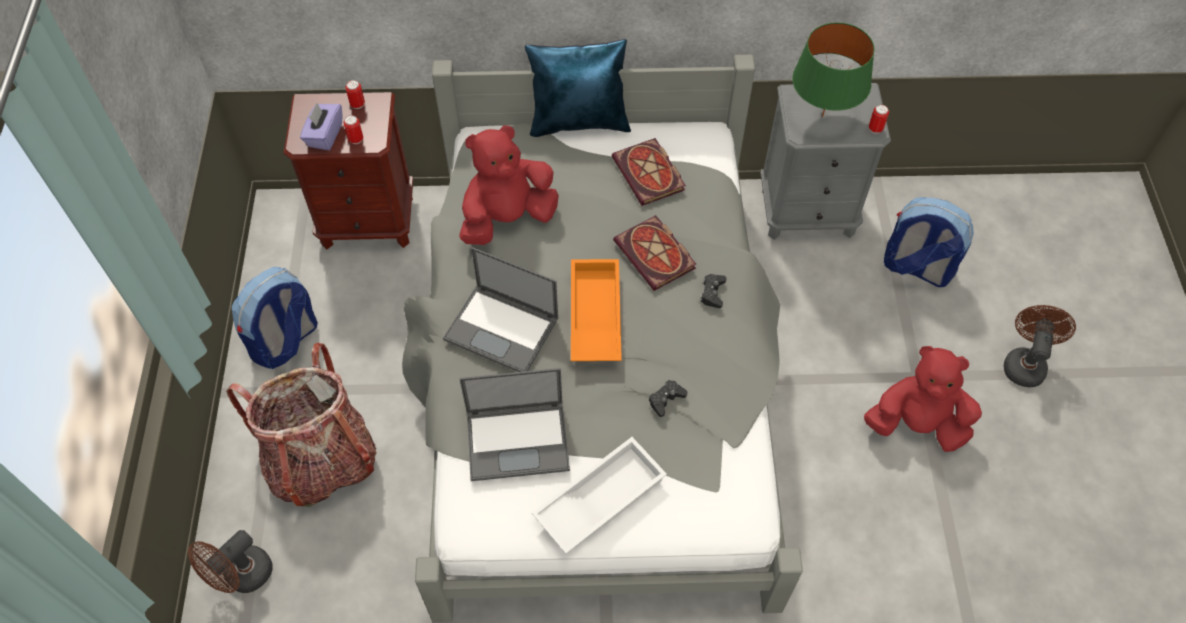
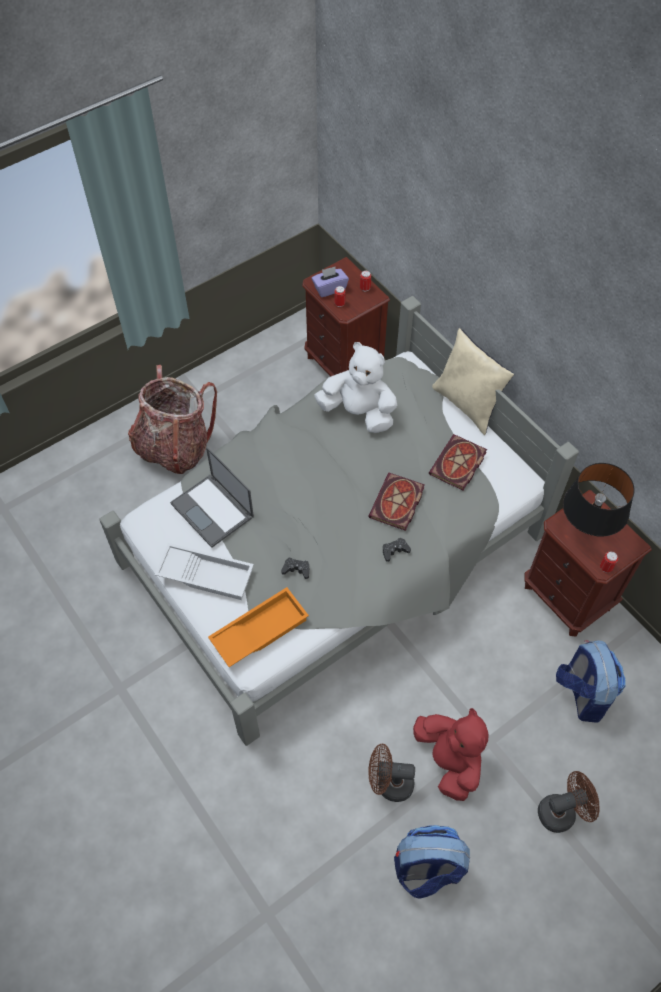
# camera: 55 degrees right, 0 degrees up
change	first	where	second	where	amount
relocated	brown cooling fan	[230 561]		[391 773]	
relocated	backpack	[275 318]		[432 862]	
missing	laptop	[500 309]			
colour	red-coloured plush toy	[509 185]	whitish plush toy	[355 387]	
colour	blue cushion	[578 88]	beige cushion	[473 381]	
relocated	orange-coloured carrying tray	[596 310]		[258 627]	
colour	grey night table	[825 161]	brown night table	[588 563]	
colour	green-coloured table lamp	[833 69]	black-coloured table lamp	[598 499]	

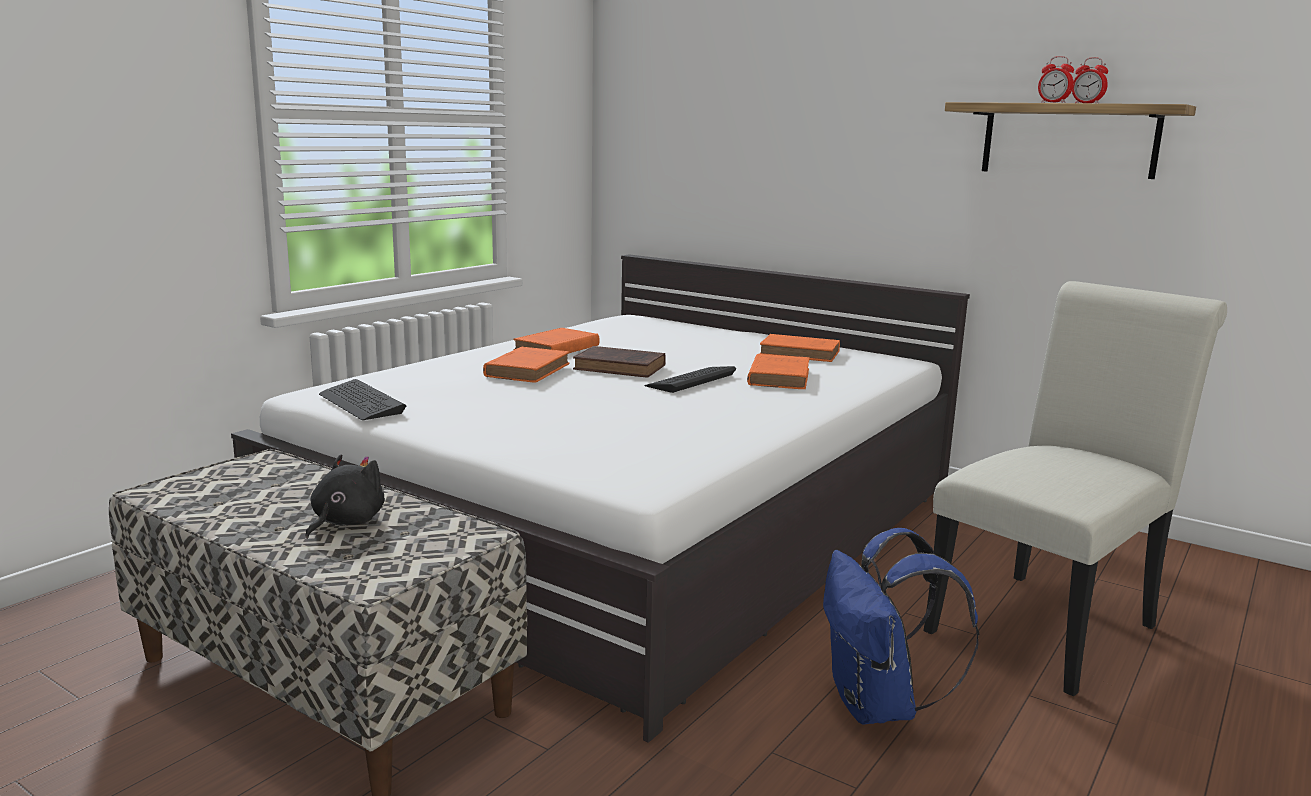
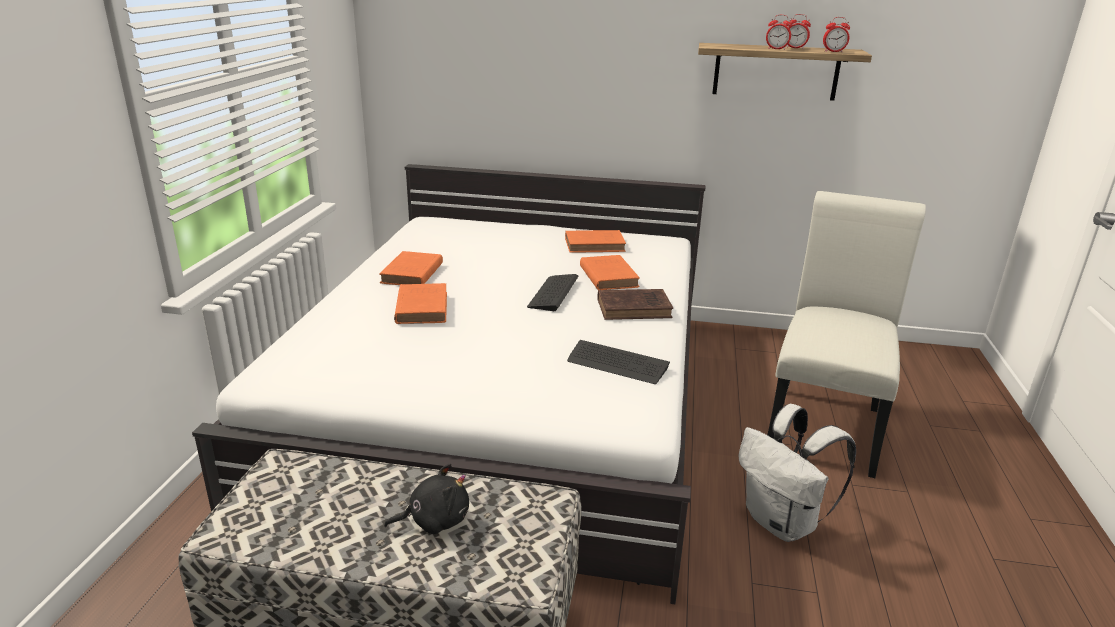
# camera: 25 degrees left, 10 degrees up
change	first	where	second	where	amount
spun	black-coloured plush toy	[345 496]		[426 498]	75 degrees clockwise
relocated	keyboard	[363 399]		[618 362]	
relocated	brown bound book	[619 362]		[635 304]	
colour	blue backpack	[901 626]	whitish backpack	[797 473]	
appeared			bedside clock	[836 34]	

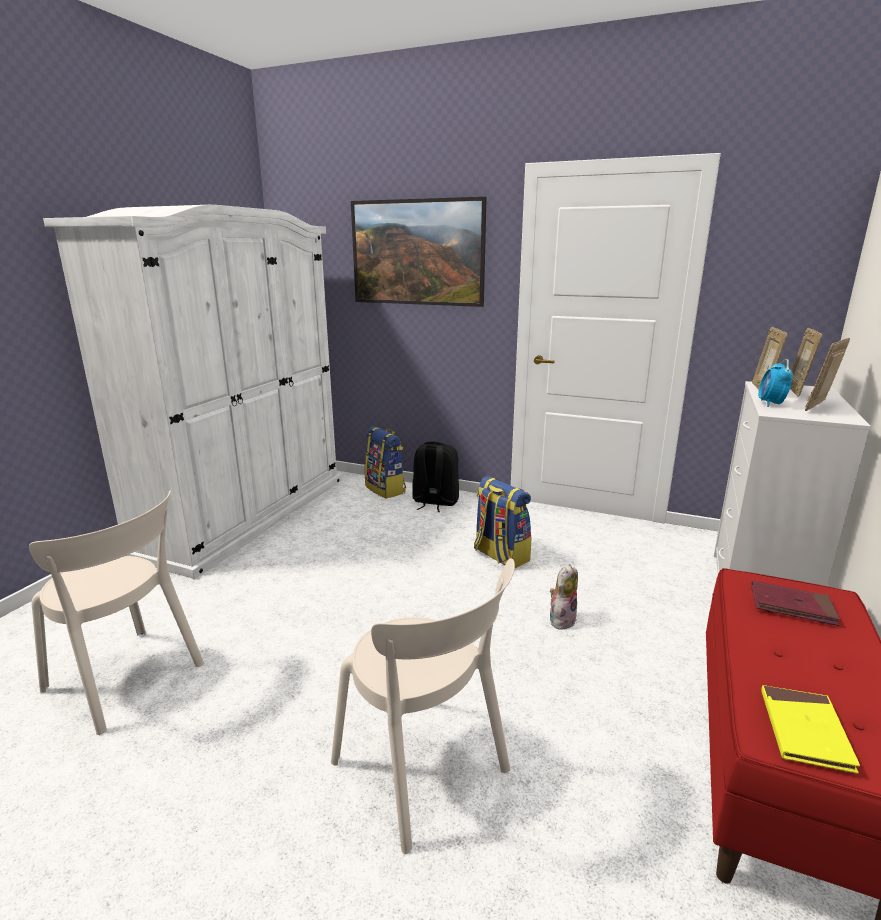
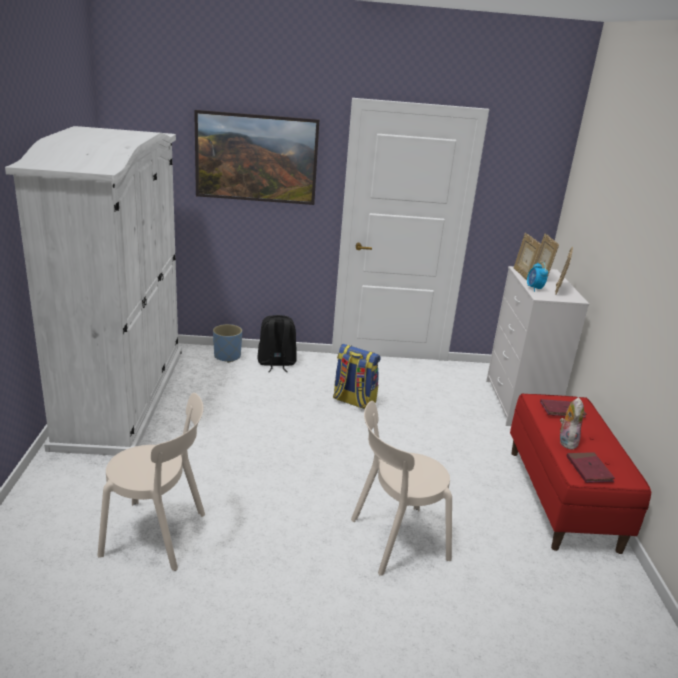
# camera: 25 degrees left, 5 degrees up
change	first	where	second	where	amount
spun	beige chair	[423 706]		[401 488]	135 degrees clockwise
exchanged	backpack	[385 462]	blue plant pot	[227 343]	
relocated	plush toy	[564 597]		[572 423]	
colour	yellow-coloured bound book	[810 729]	red-coloured bound book	[591 467]	

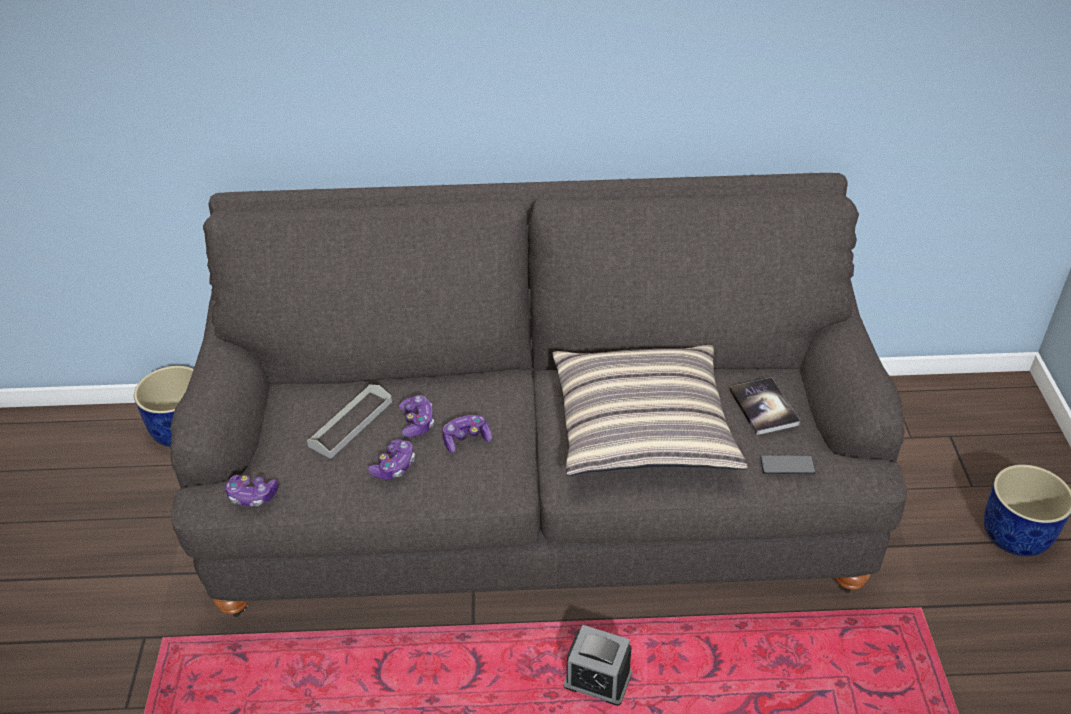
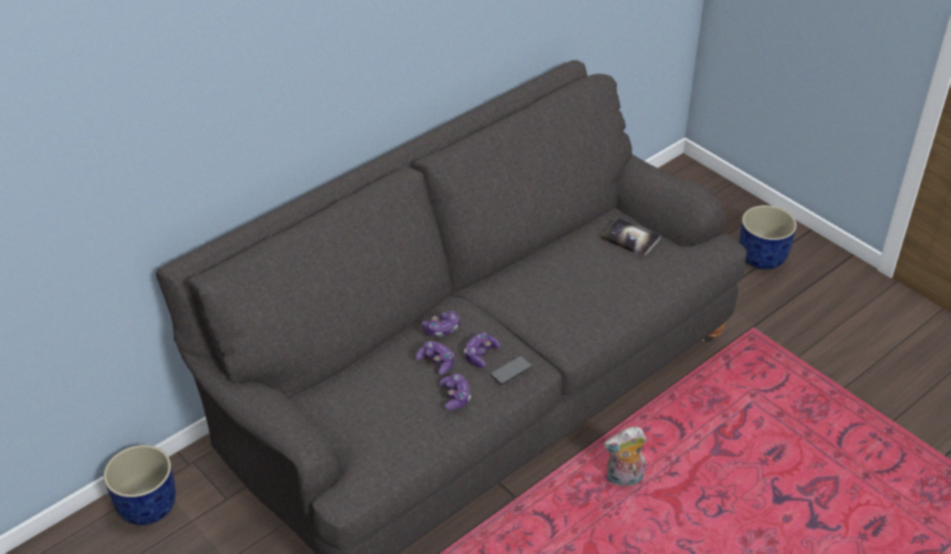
# camera: 40 degrees left, 0 degrees up
change	first	where	second	where	amount
relocated	game controller	[251 490]		[440 324]	
missing	grey carrying tray	[349 422]			
missing	cushion	[649 410]			
exchanged	bedside clock	[597 665]	plush toy	[625 456]	
relocated	phone	[788 464]		[511 370]	

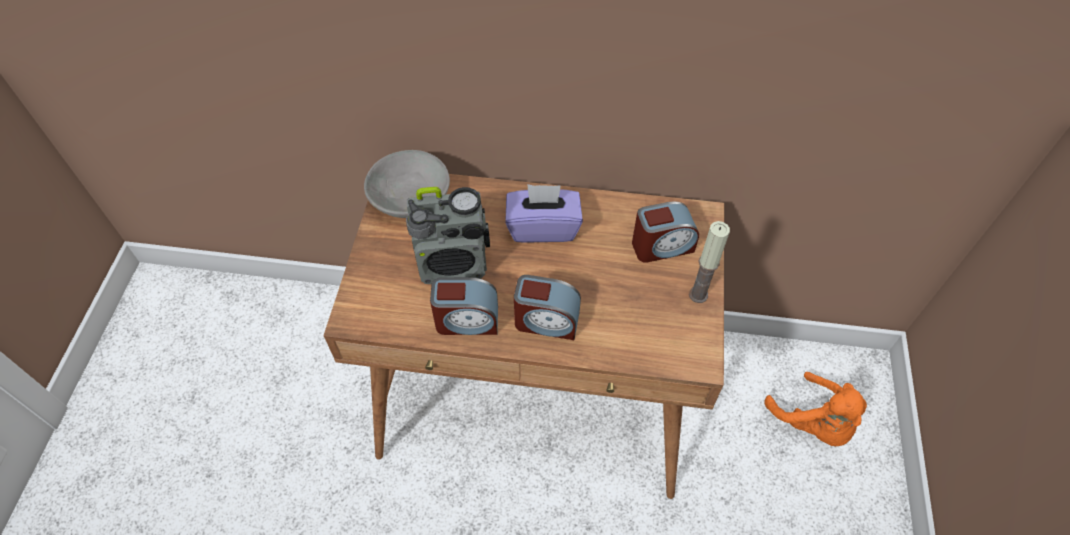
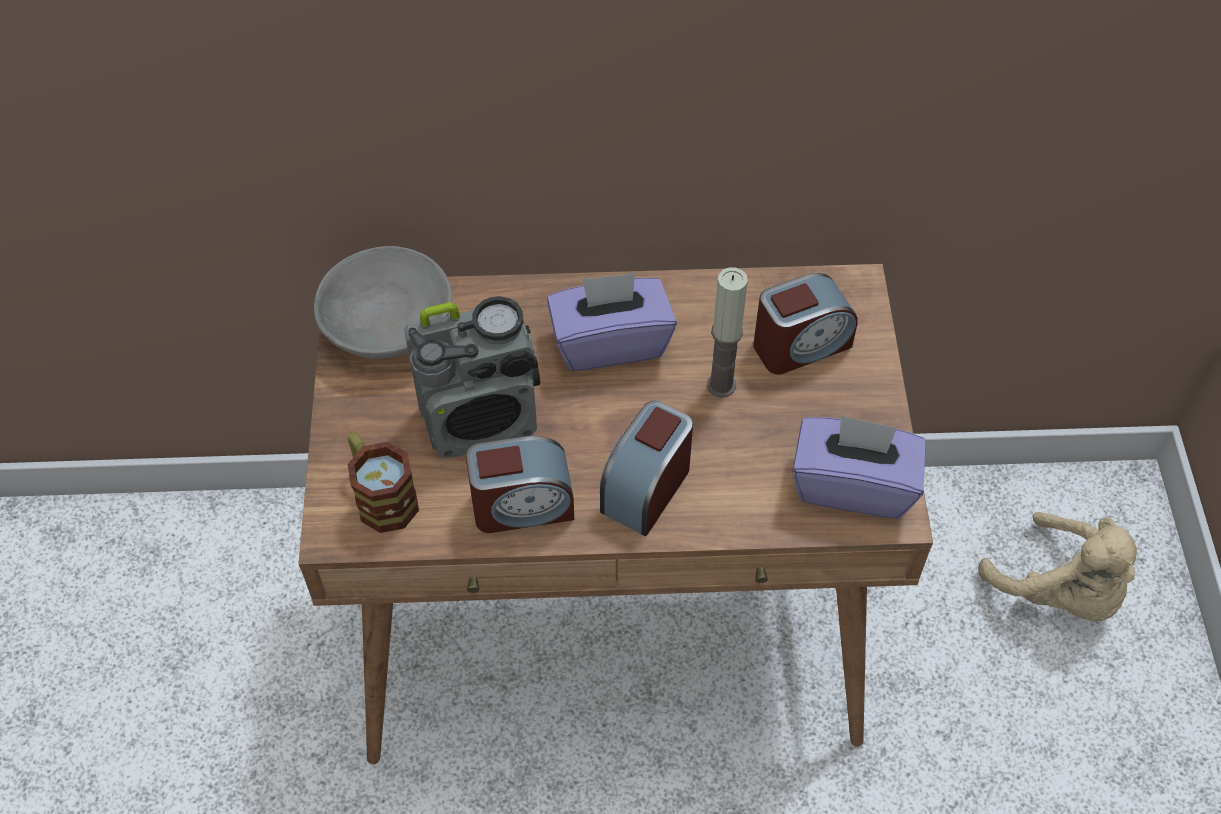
# camera: 10 degrees left, 0 degrees up
change	first	where	second	where	amount
spun	bedside clock	[547 307]		[646 468]	120 degrees clockwise
relocated	candle	[709 262]		[727 332]	
colour	orange-coloured plush toy	[815 409]	beige plush toy	[1057 566]	
appeared			mug	[383 482]	
appeared			purplish tissue holder	[859 466]	

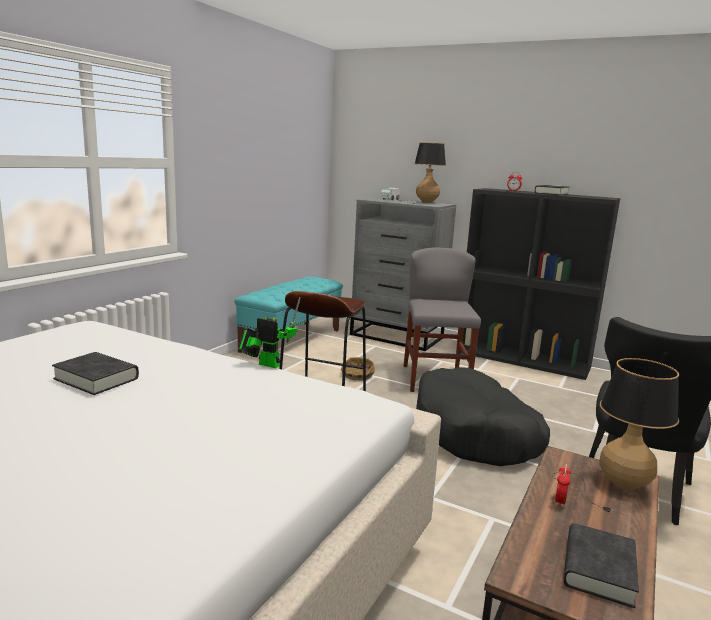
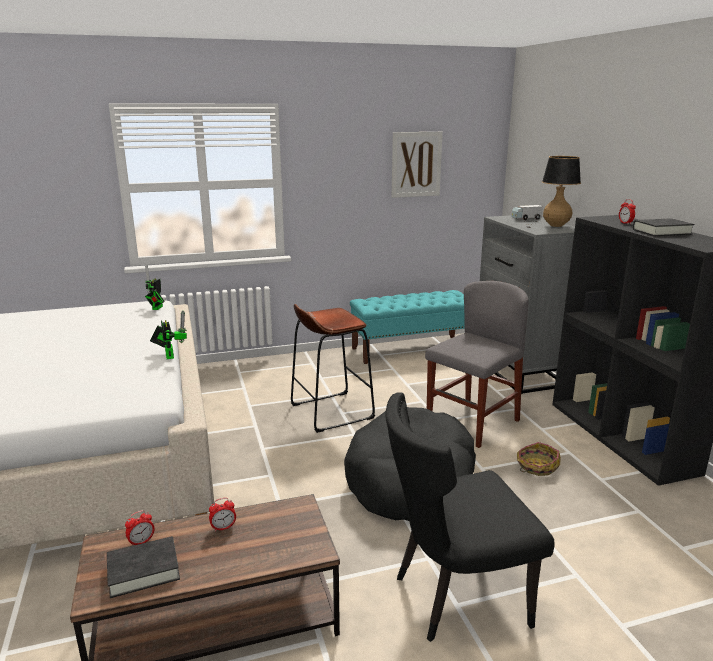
# camera: 45 degrees right, 5 degrees up
change	first	where	second	where	amount
missing	black-coloured bound book	[95 373]			
relocated	household basket	[358 369]		[539 459]	
missing	table lamp	[615 435]			
appeared			bedside clock	[140 528]	
appeared			toy robot	[154 287]	
appeared			picture	[417 165]	

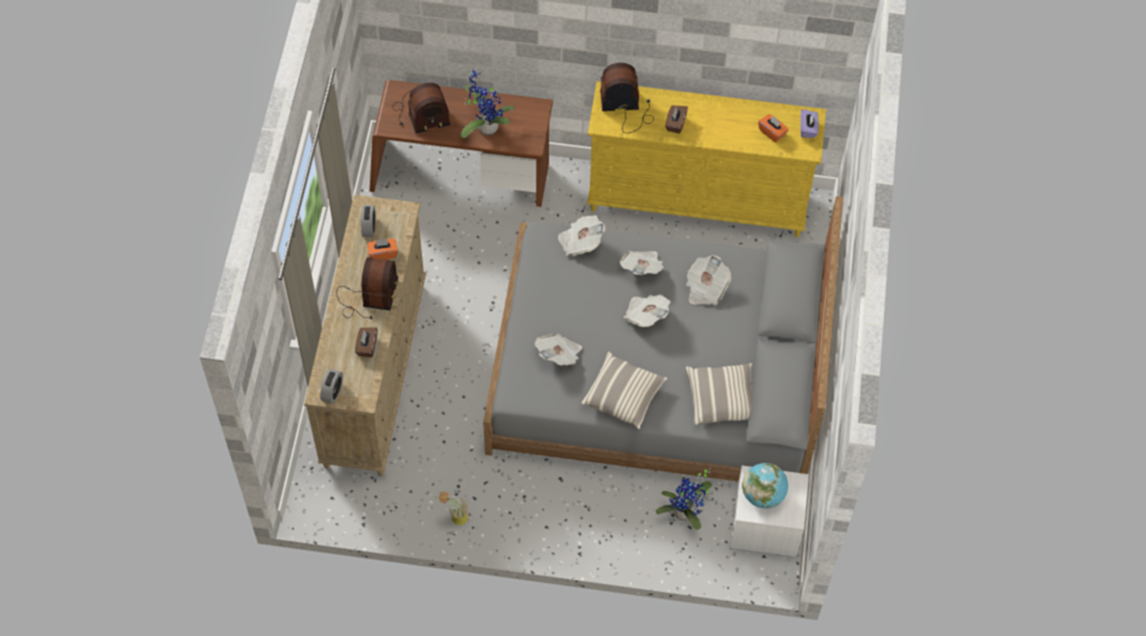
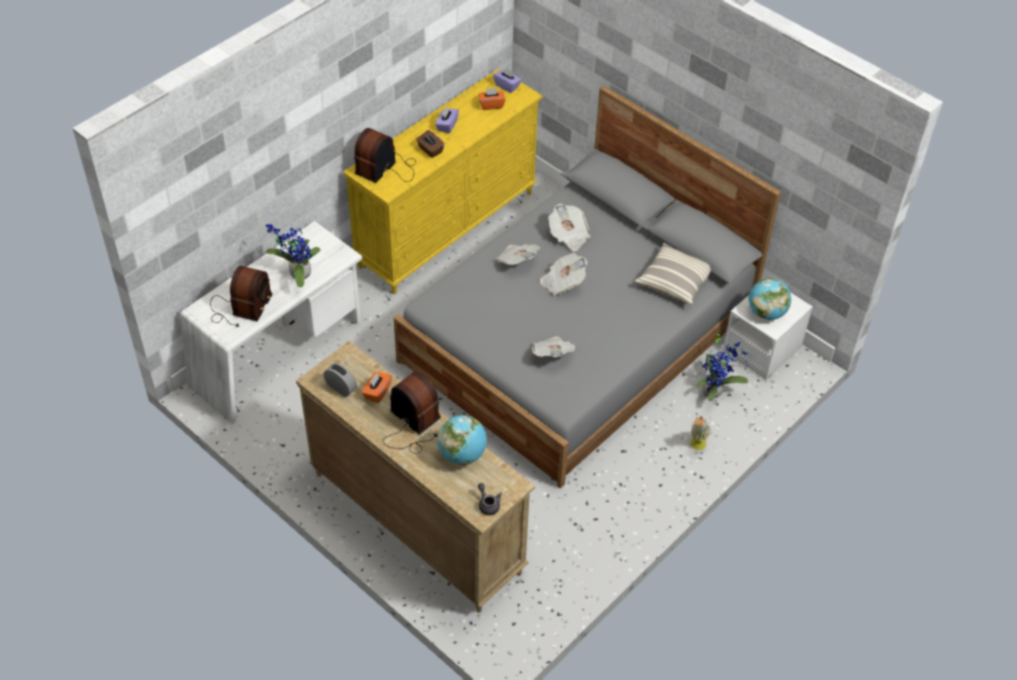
# camera: 55 degrees left, 10 degrees down
change	first	where	second	where	amount
exchanged	bedside clock	[331 386]	grey pot for tea	[490 499]	
exchanged	brown tissue holder	[366 342]	desk globe	[462 440]	
colour	brown desk unit	[461 143]	whitish desk unit	[271 322]	
relocated	plant in a pot	[453 508]		[700 433]	
missing	printed paper	[581 235]			
missing	cushion	[624 390]			
appeared			purplish tissue holder	[447 120]	

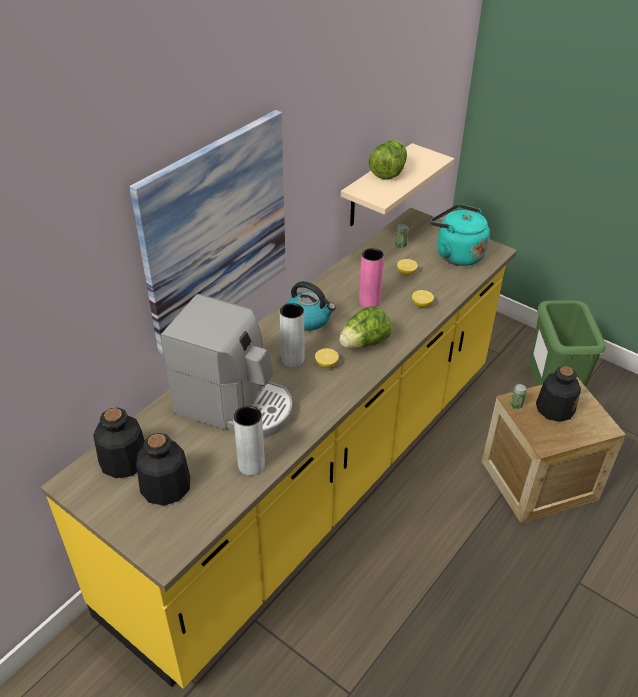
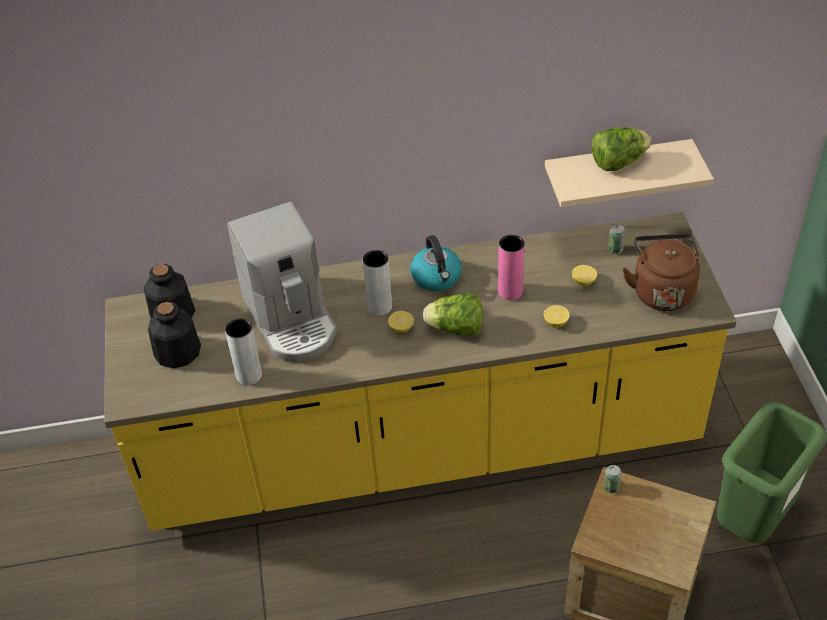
# camera: 45 degrees right, 5 degrees up
change	first	where	second	where	amount
missing	picture	[207 232]			
colour	blue-green tea kettle	[460 235]	brown tea kettle	[661 272]	
missing	drink bottle	[558 394]			

